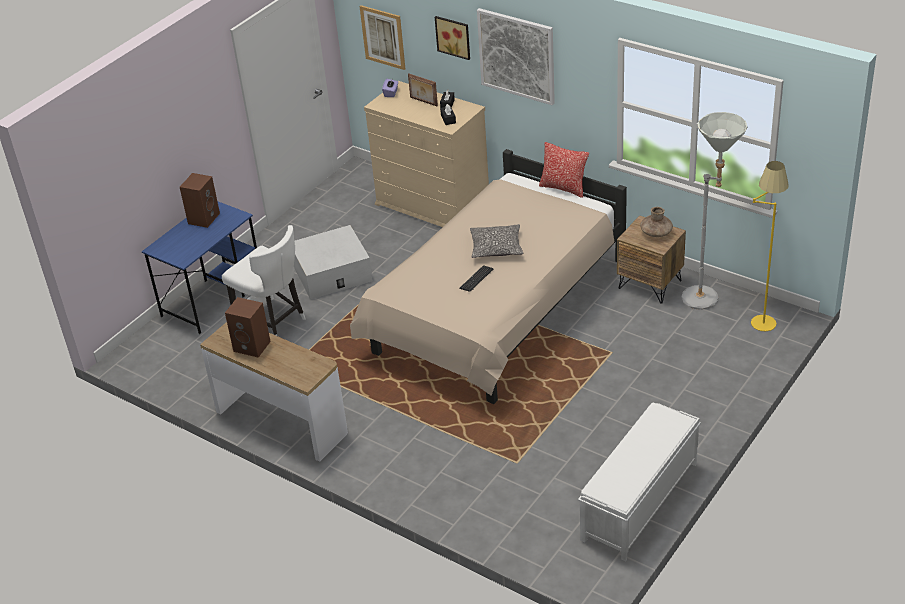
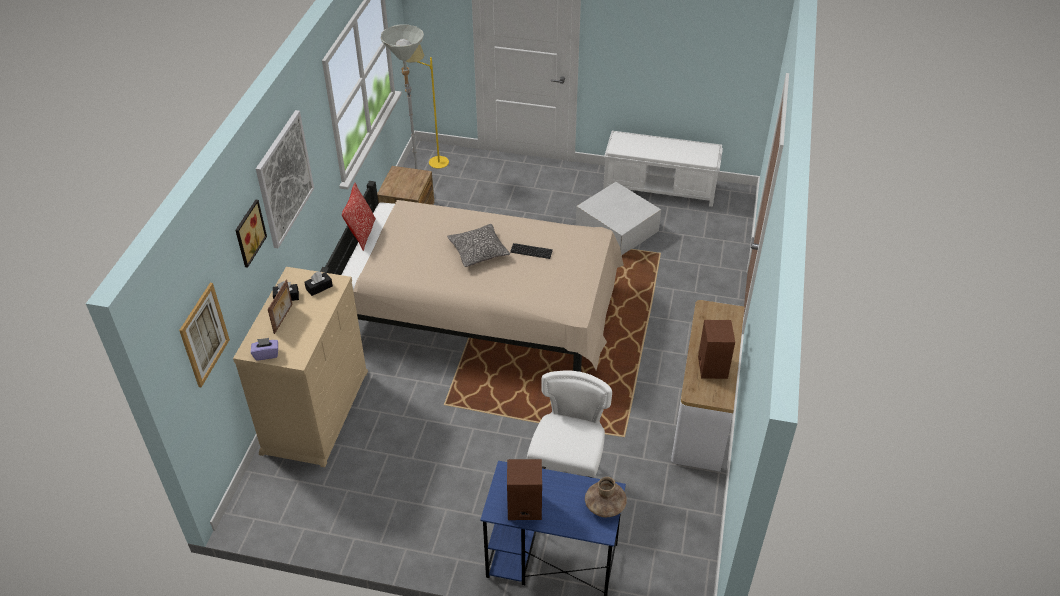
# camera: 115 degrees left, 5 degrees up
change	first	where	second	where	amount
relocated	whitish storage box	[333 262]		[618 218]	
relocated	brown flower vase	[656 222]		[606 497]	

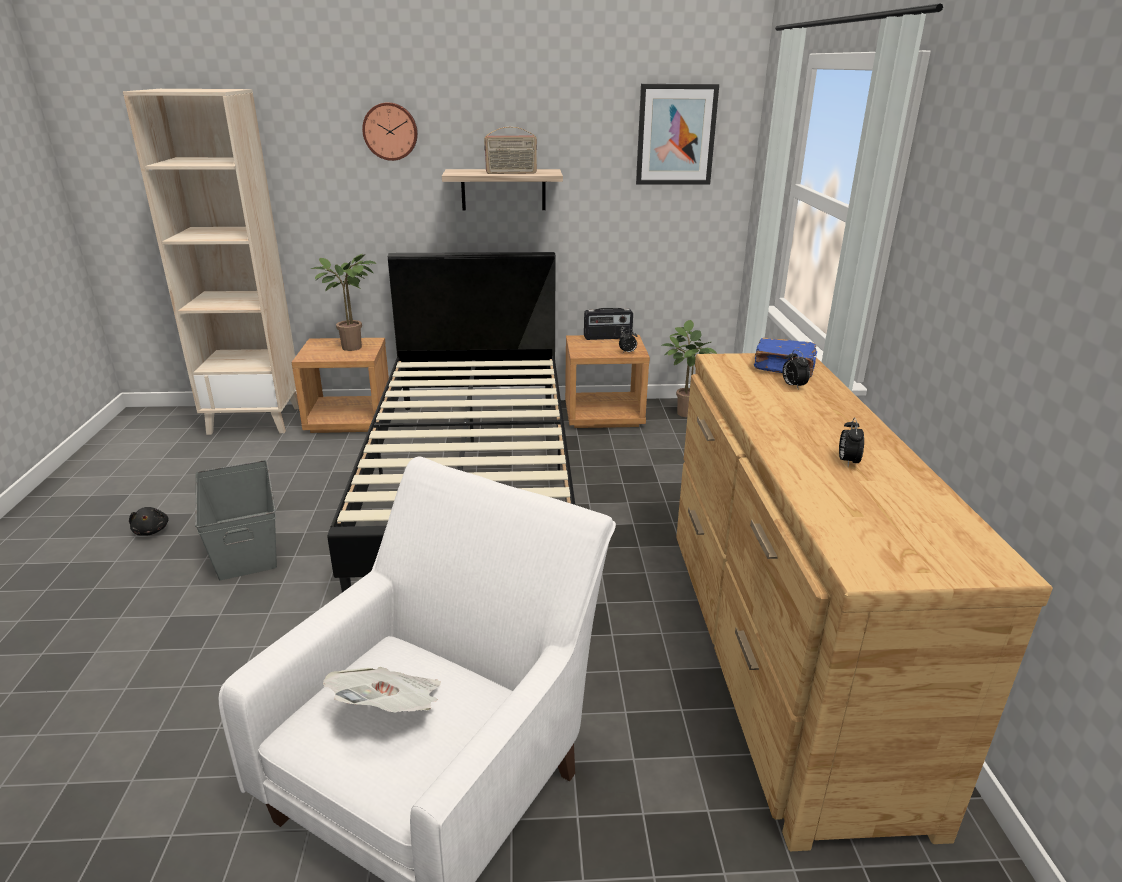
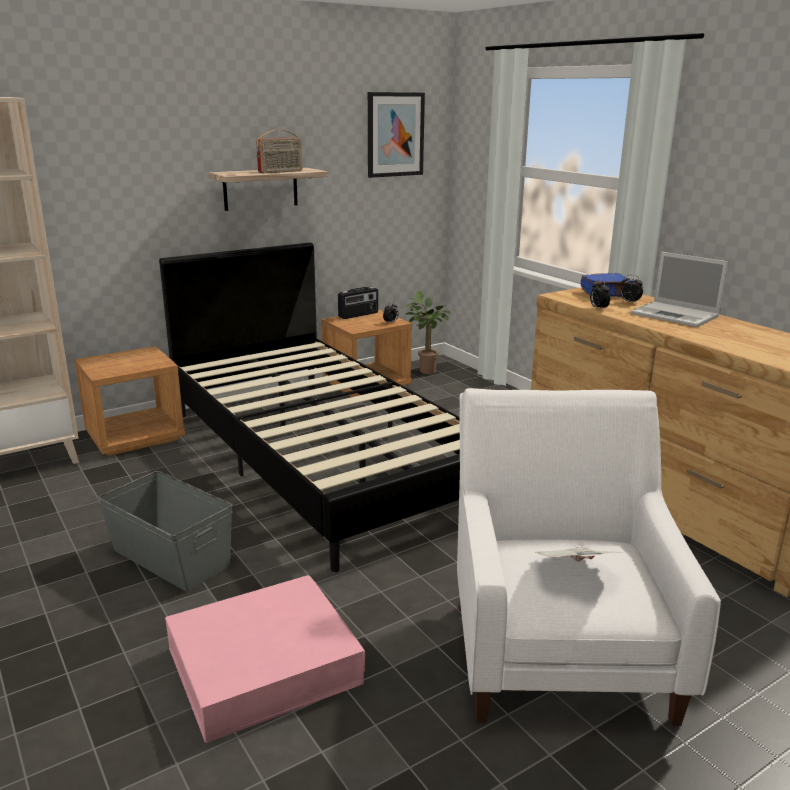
# camera: 30 degrees left, 5 degrees down
change	first	where	second	where	amount
missing	black-coloured plush toy	[149 521]			
missing	plant in a pot	[343 302]			
missing	wall clock	[390 131]			
relocated	bedside clock	[851 442]		[600 294]	
appeared			pink-coloured storage box	[265 659]	
appeared			laptop	[680 289]	

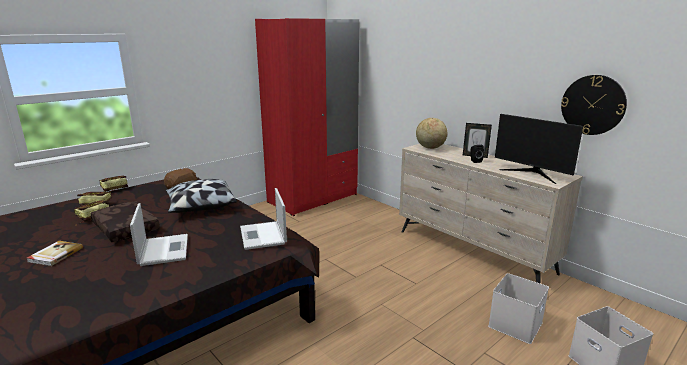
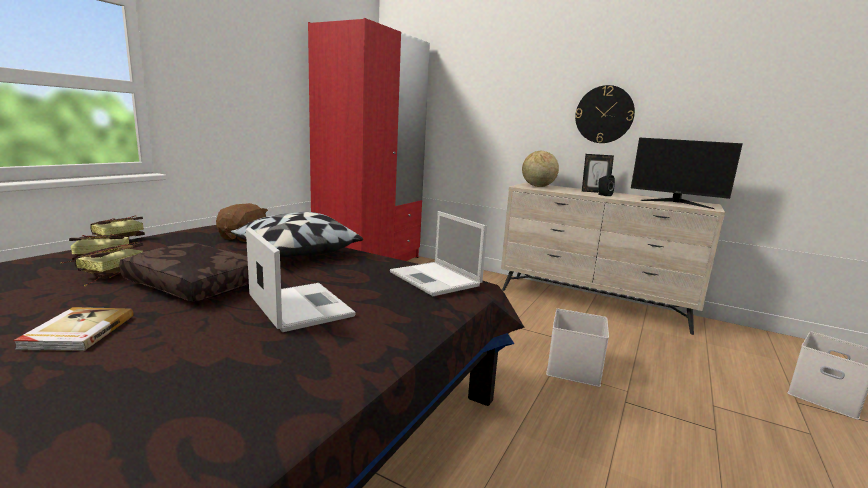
# camera: 20 degrees left, 5 degrees down
change	first	where	second	where	amount
relocated	whitish storage box	[518 308]		[577 348]	
relocated	wall clock	[594 105]		[605 114]	

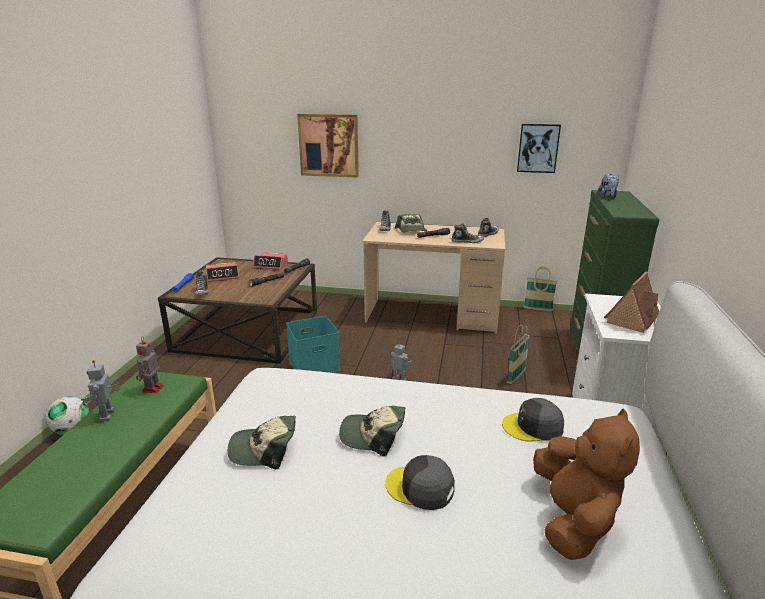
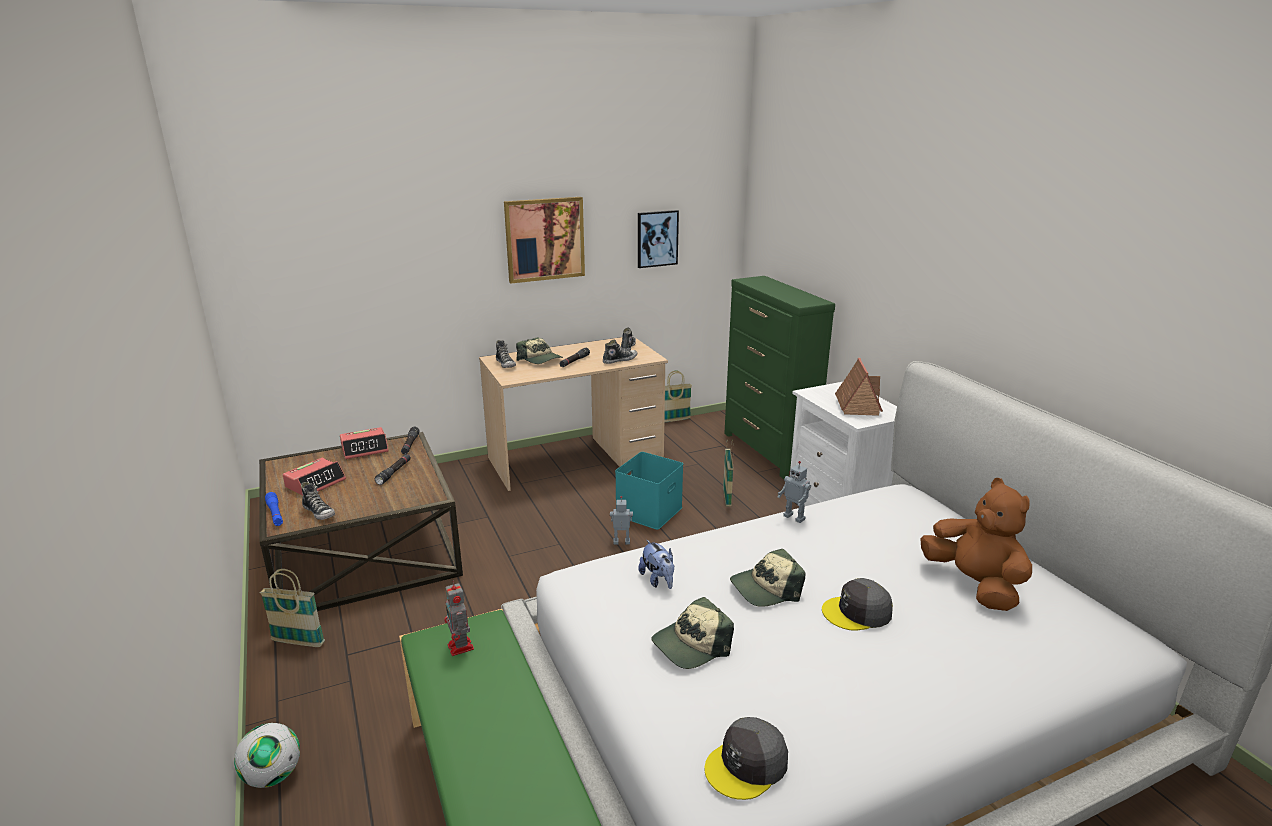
# camera: 35 degrees left, 0 degrees up
change	first	where	second	where	amount
relocated	toy robot	[100 391]		[794 492]	
relocated	blue-green storage box	[313 344]		[649 491]	
relocated	picture	[328 146]		[544 240]	
relocated	grey cap	[533 420]		[746 758]	
relocated	plush toy	[608 186]		[656 564]	
appeared			household basket	[292 608]	

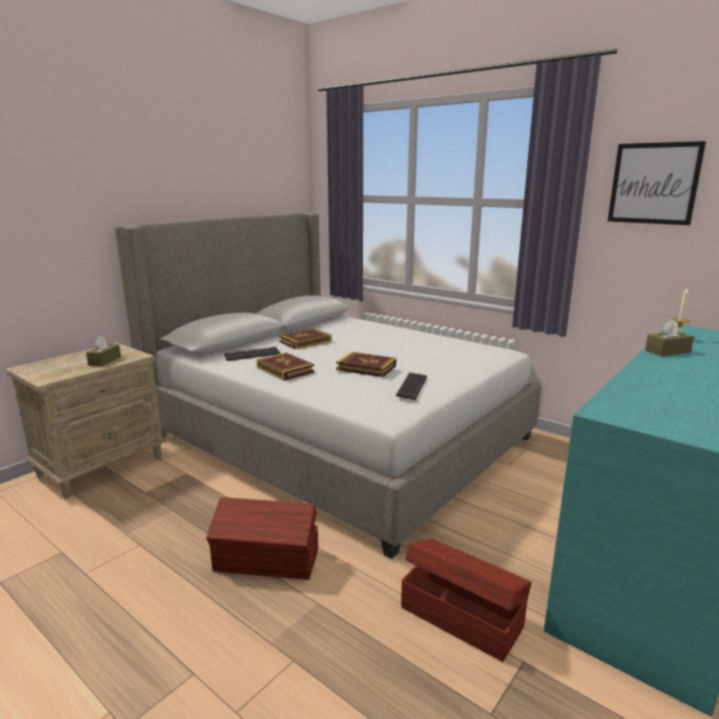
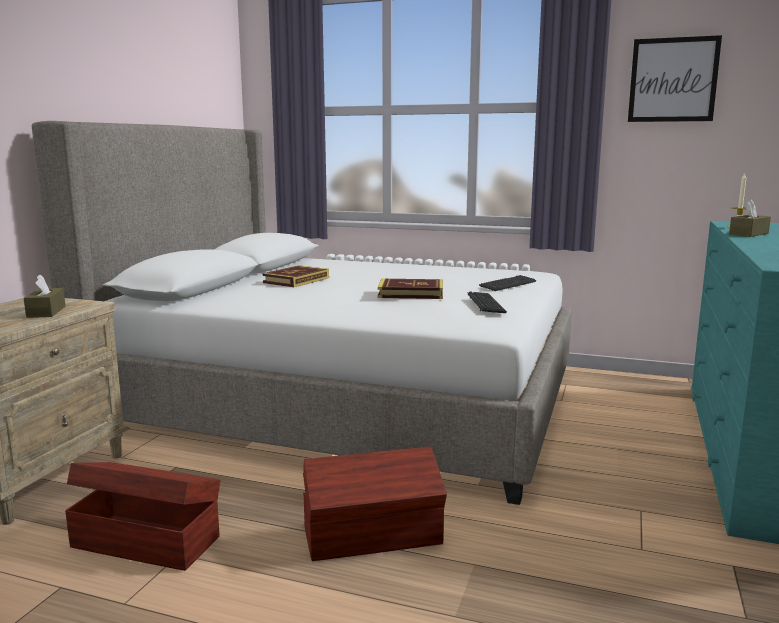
# camera: 20 degrees left, 5 degrees down
change	first	where	second	where	amount
relocated	keyboard	[252 354]		[507 283]	
missing	bound book	[285 366]			
relocated	brown storage box	[466 600]		[142 516]	

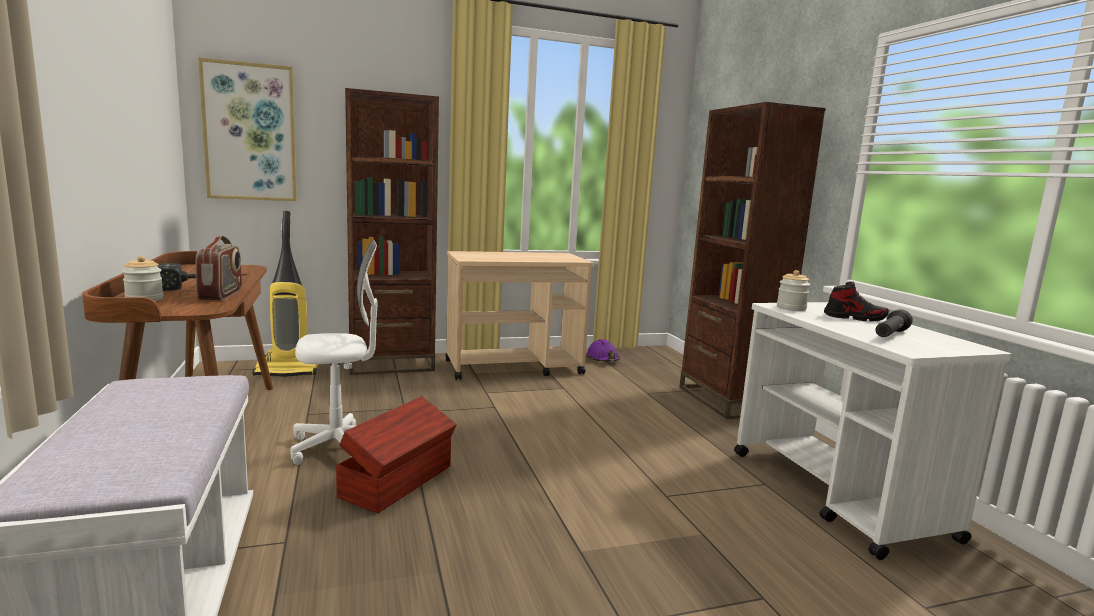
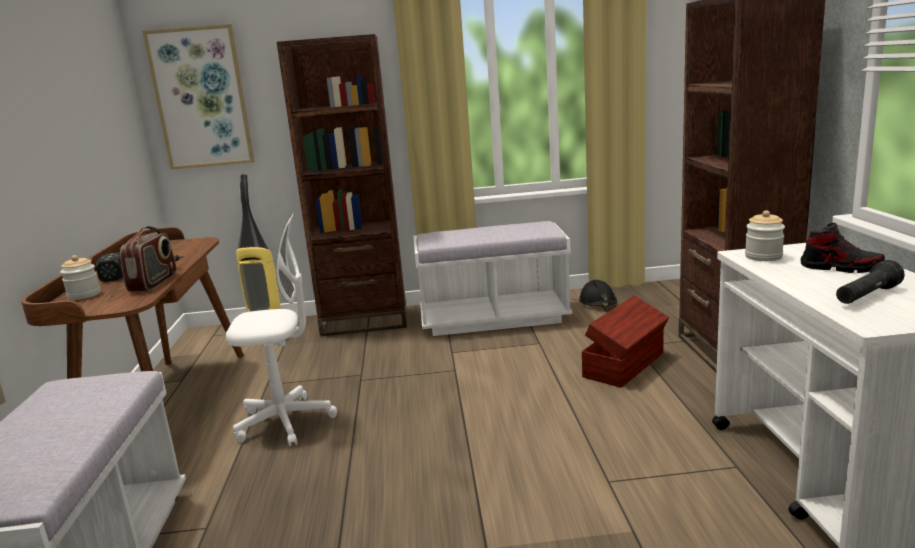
# camera: 15 degrees right, 5 degrees up
change	first	where	second	where	amount
relocated	brown storage box	[396 454]		[625 341]	
exchanged	beige cart	[519 315]	whitish indoor bench	[493 278]	
colour	purplish safety helmet	[603 350]	black-coloured safety helmet	[598 293]	

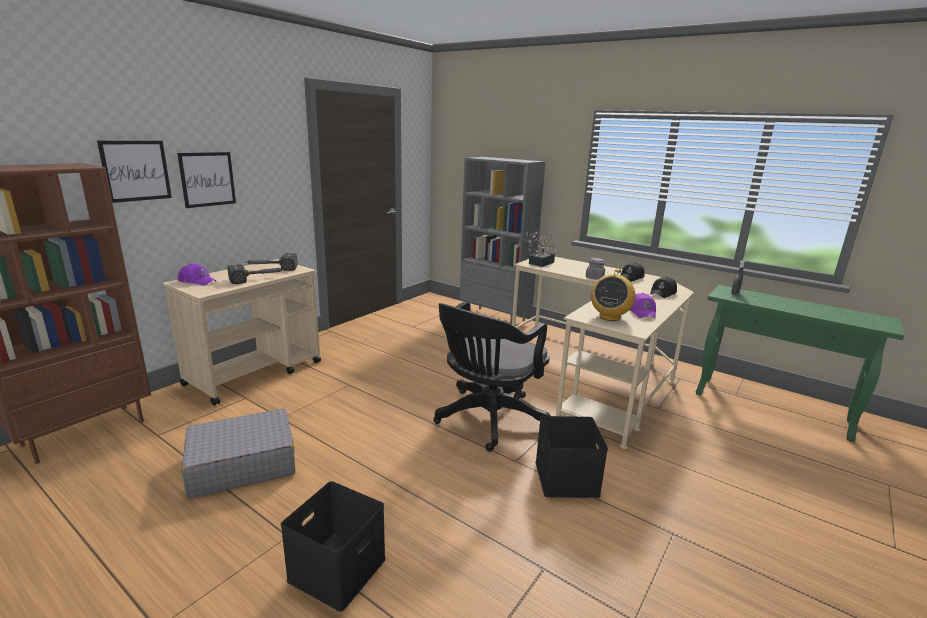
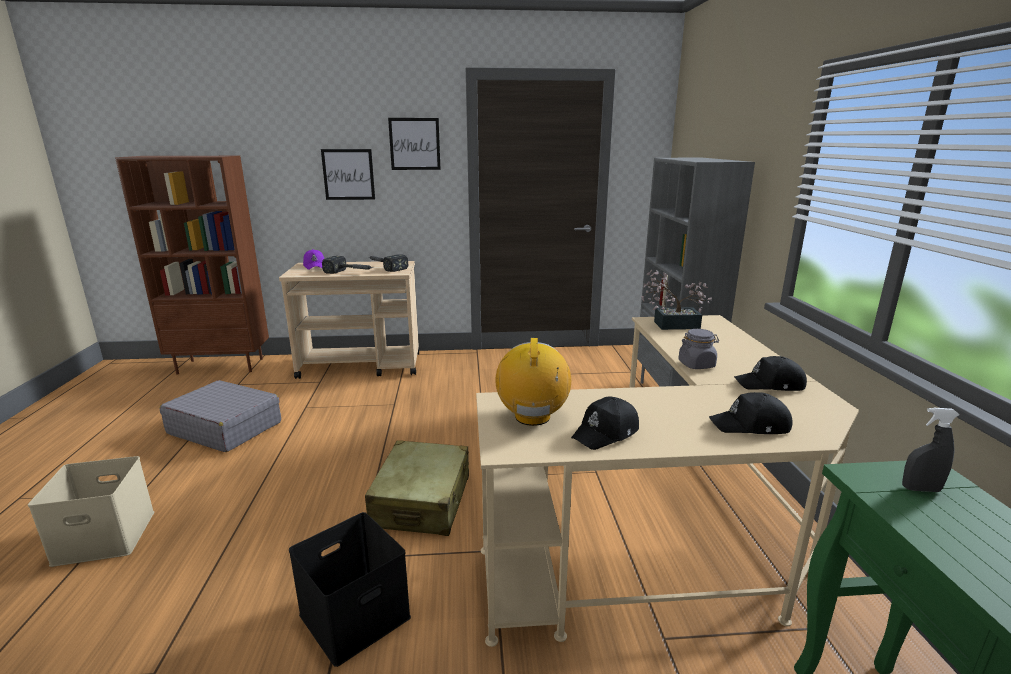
# camera: 50 degrees right, 0 degrees up
change	first	where	second	where	amount
relocated	picture	[134 172]		[414 144]	
colour	black-coloured storage box	[333 546]	beige storage box	[91 511]	
exchanged	black-coloured desk chair	[491 377]	beige piece of luggage	[417 488]	
spun	radio receiver	[613 295]		[533 382]	105 degrees clockwise
colour	purplish cap	[643 305]	black-coloured cap	[605 423]	

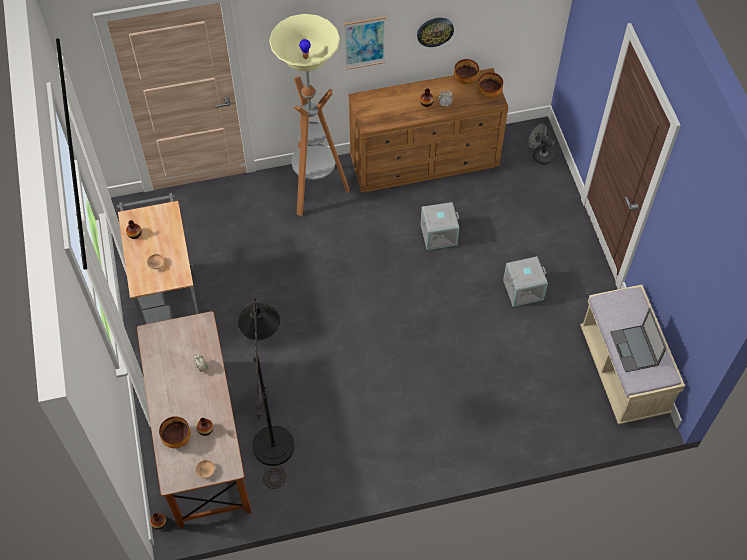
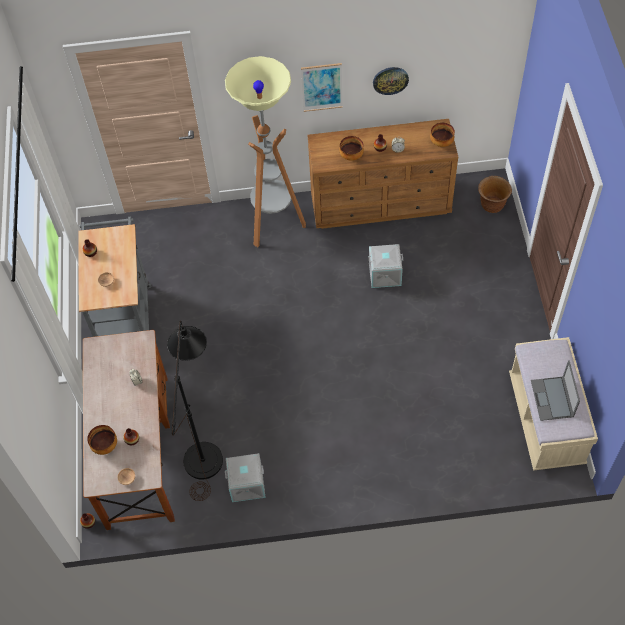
# camera: 10 degrees right, 0 degrees up
change	first	where	second	where	amount
relocated	serving bowl	[466 71]		[352 148]	
relocated	grey storage box	[525 281]		[245 477]	
exchanged	grey cooling fan	[541 144]	brown plant pot	[495 194]	

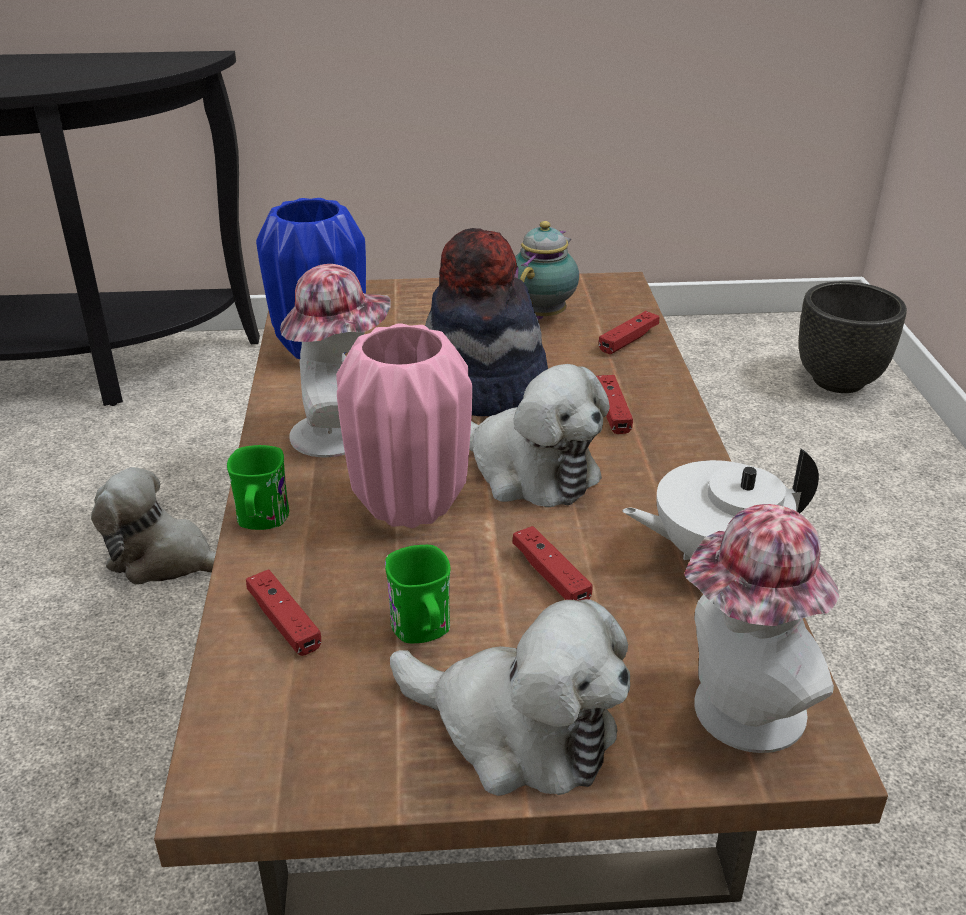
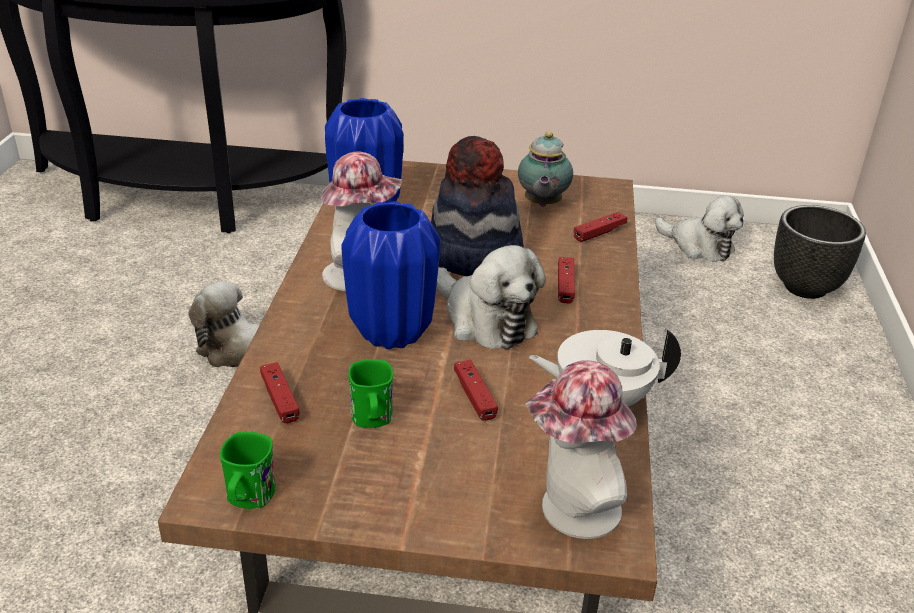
# camera: 10 degrees right, 0 degrees up
change	first	where	second	where	amount
relocated	green-coloured mug	[258 487]		[248 470]	
colour	pink-coloured flower vase	[404 425]	blue flower vase	[390 275]	
relocated	plush toy	[510 697]		[699 229]	
spun	pot for tea	[546 270]		[545 169]	150 degrees clockwise

